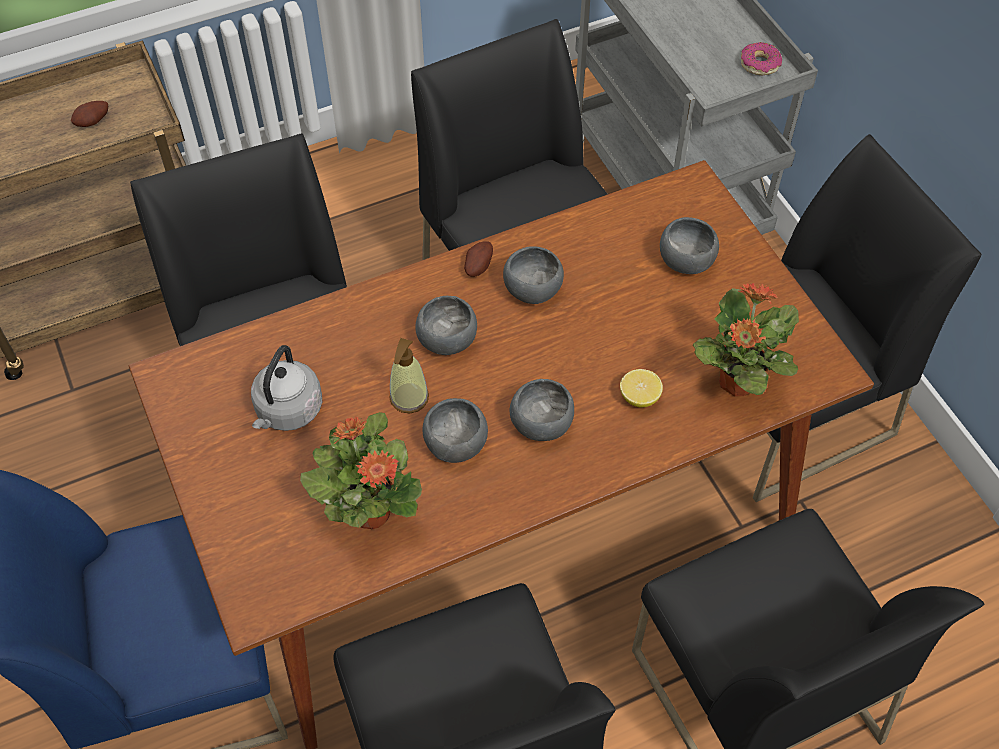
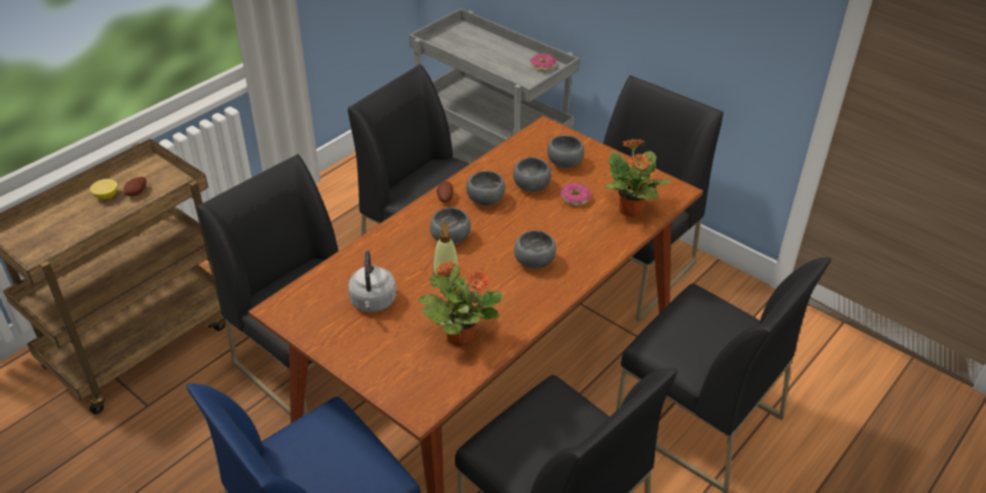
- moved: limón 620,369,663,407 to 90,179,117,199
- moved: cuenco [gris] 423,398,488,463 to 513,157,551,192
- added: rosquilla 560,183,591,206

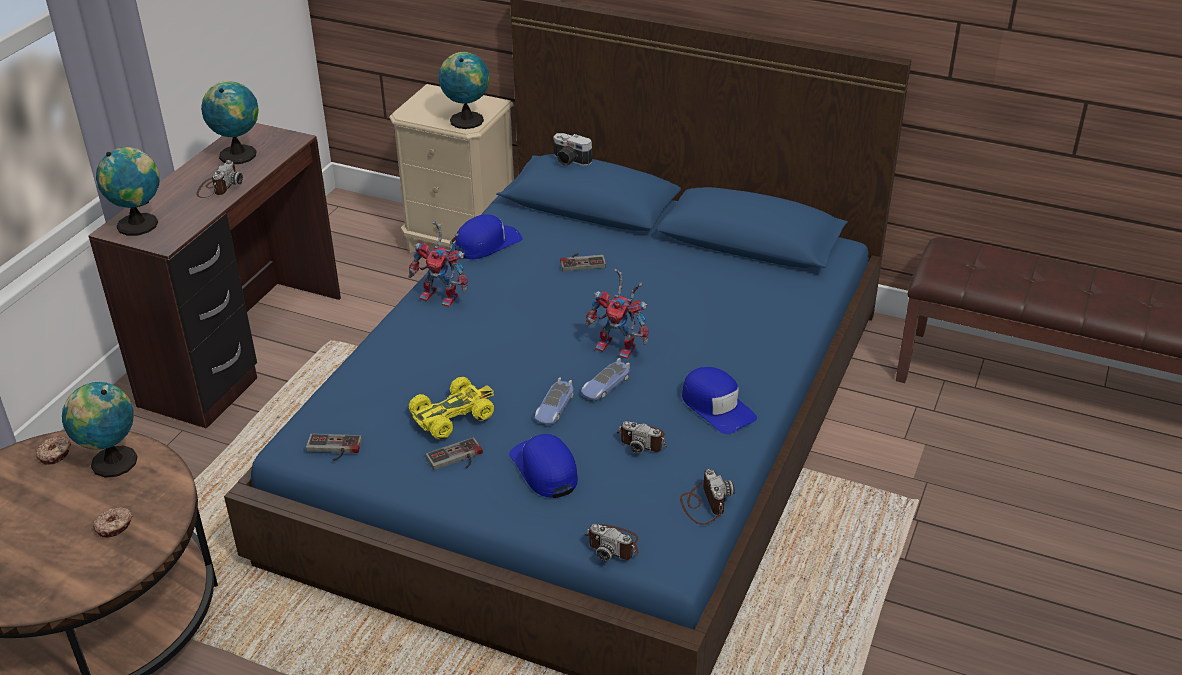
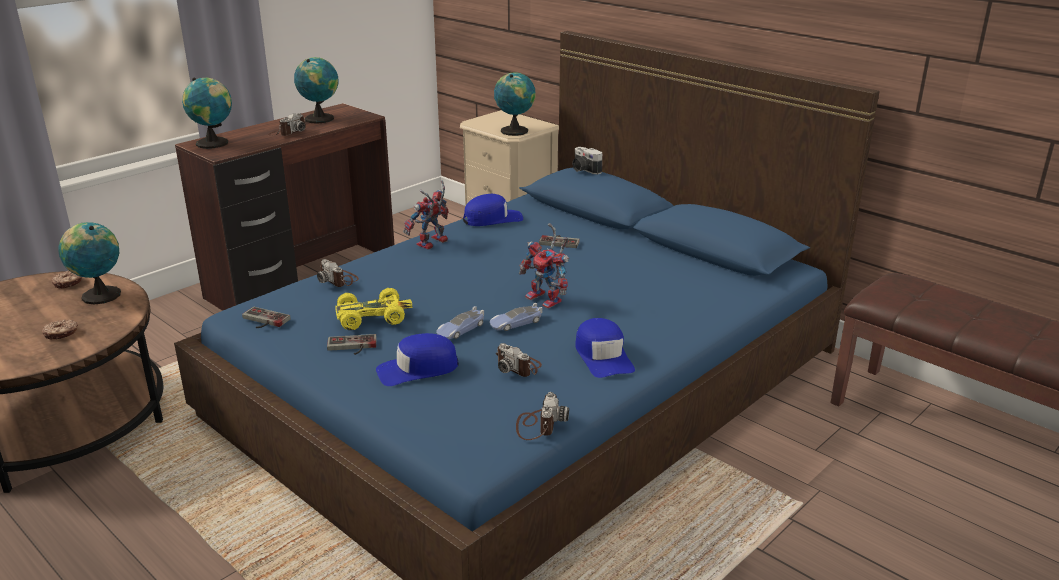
- turned: robot de juguete 409,221,468,307 = 403,180,448,250 90 degrees clockwise
- turned: gorra [azul] 509,434,578,498 = 376,333,459,386 105 degrees counterclockwise
- moved: cámara 585,524,639,561 to 317,259,359,287

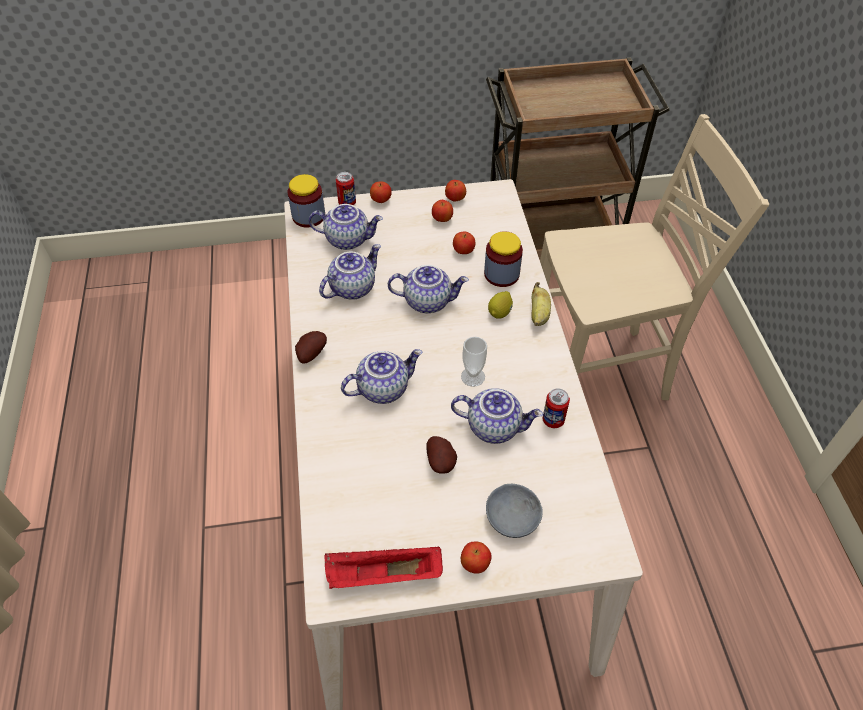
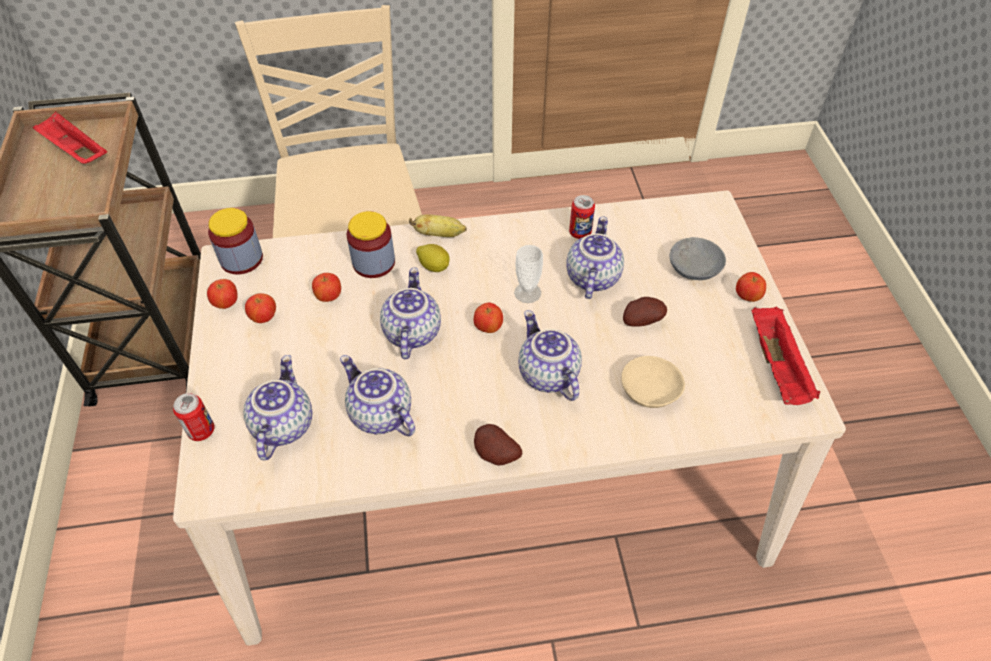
- moved: tarro 288,174,325,228 to 208,208,263,275
- moved: manzana 370,182,392,203 to 474,302,503,333
- added: bandeja [rojo] 33,111,107,164
- added: cuenco [beis] 621,356,685,408

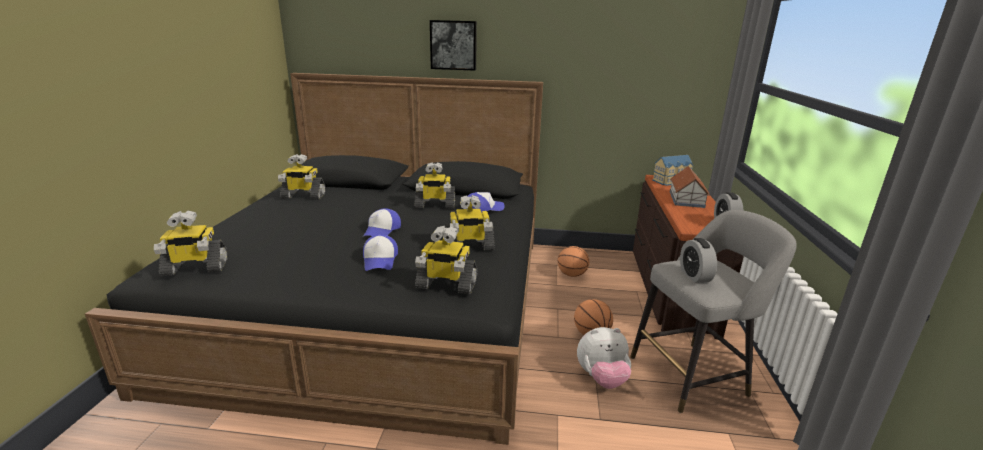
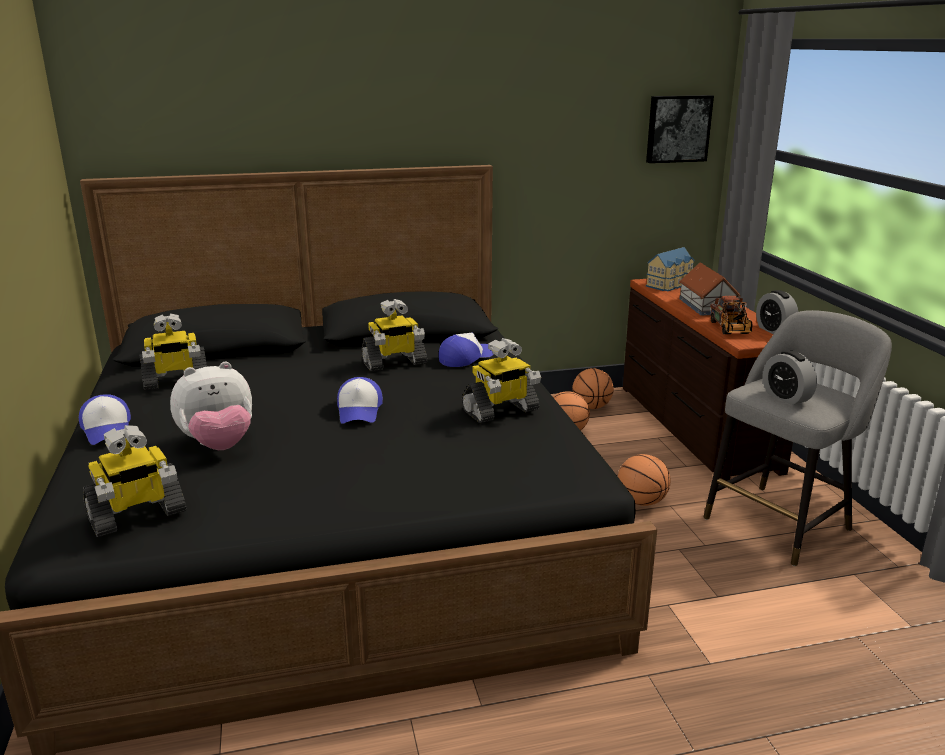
- moved: cuadro 430,20,477,71 to 646,95,714,163
- removed: robot de juguete 415,226,477,294
- moved: gorra 363,234,398,271 to 79,394,131,445
- moved: peluche 577,327,631,389 to 170,362,252,450
- added: camión de juguete 710,296,753,334
- added: balón de baloncesto 572,368,614,409

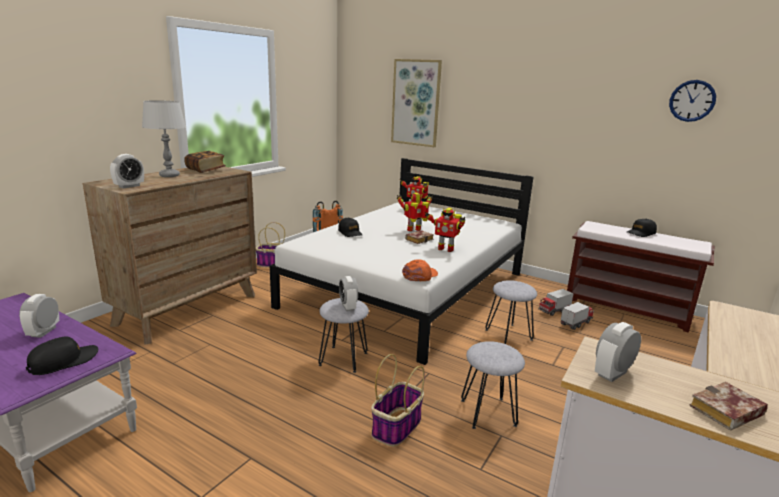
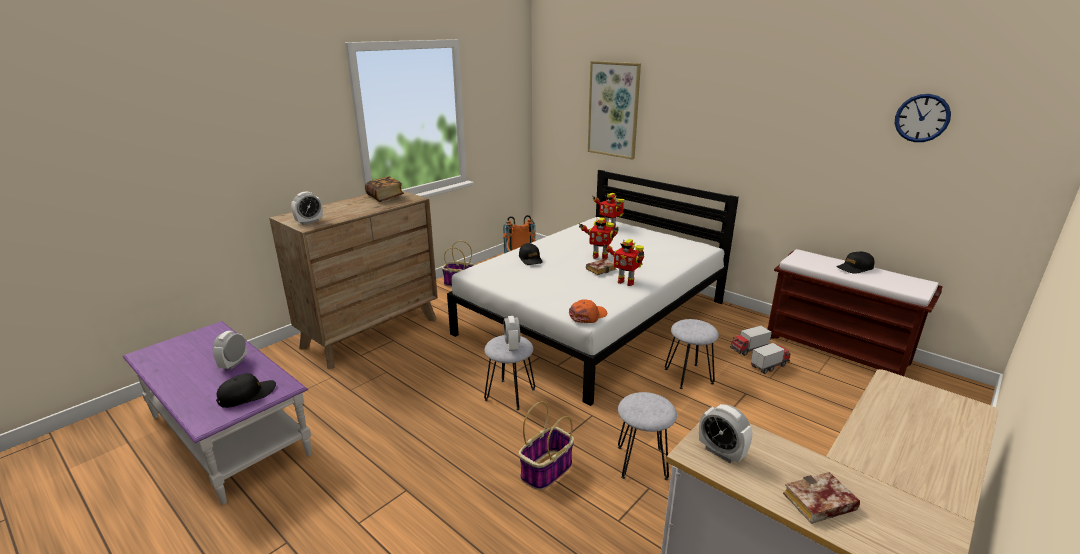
- removed: lámpara de mesa [gris] 142,100,186,177
- turned: robot de juguete 397,193,433,231 = 579,217,619,259 150 degrees counterclockwise
- turned: despertador 595,322,641,382 = 699,404,752,463 105 degrees counterclockwise

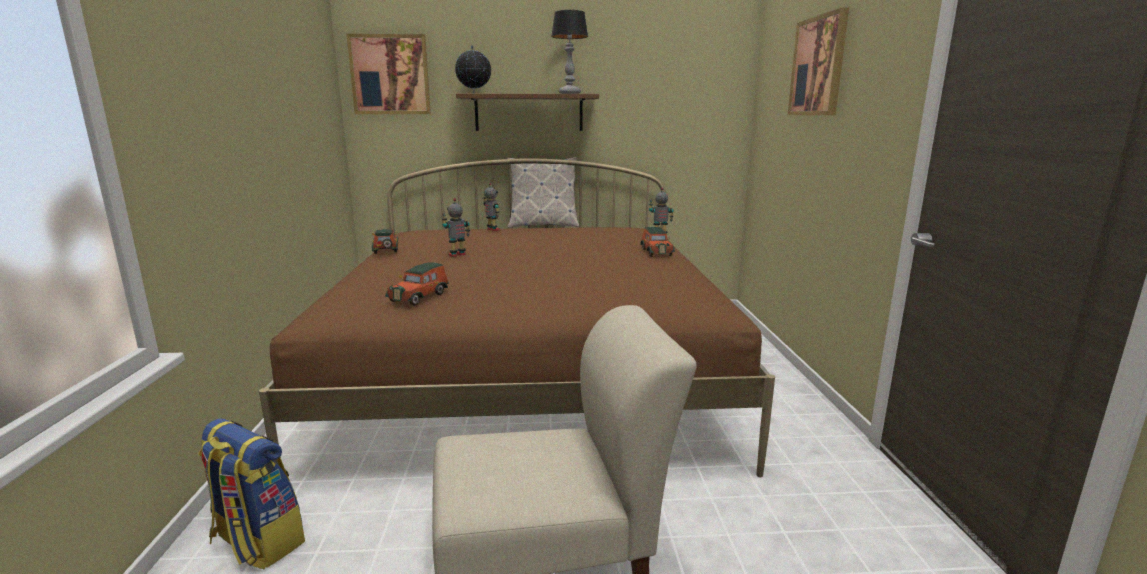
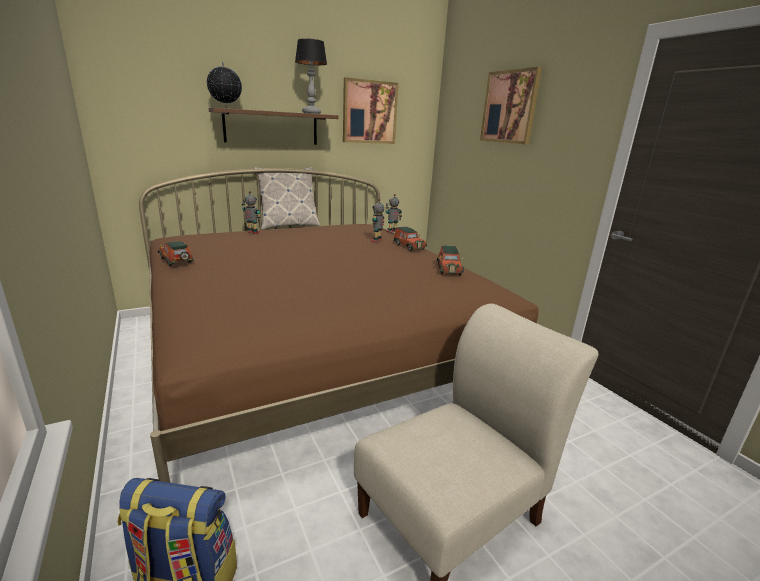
- moved: cuadro 346,34,431,114 to 343,77,399,144
- moved: robot de juguete 442,198,470,257 to 371,199,384,242
- moved: coche de juguete 385,262,449,306 to 437,246,464,276

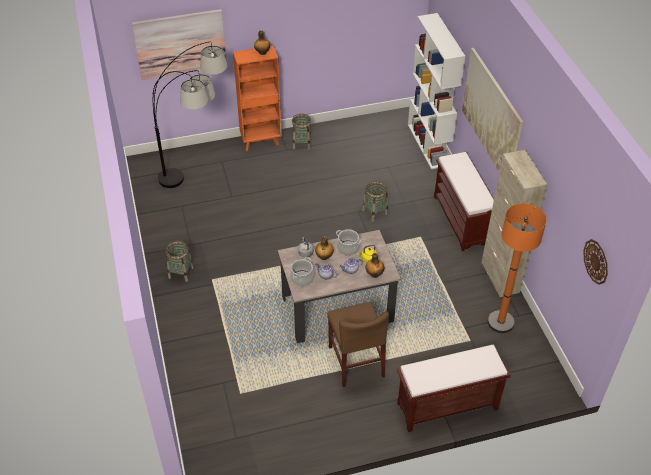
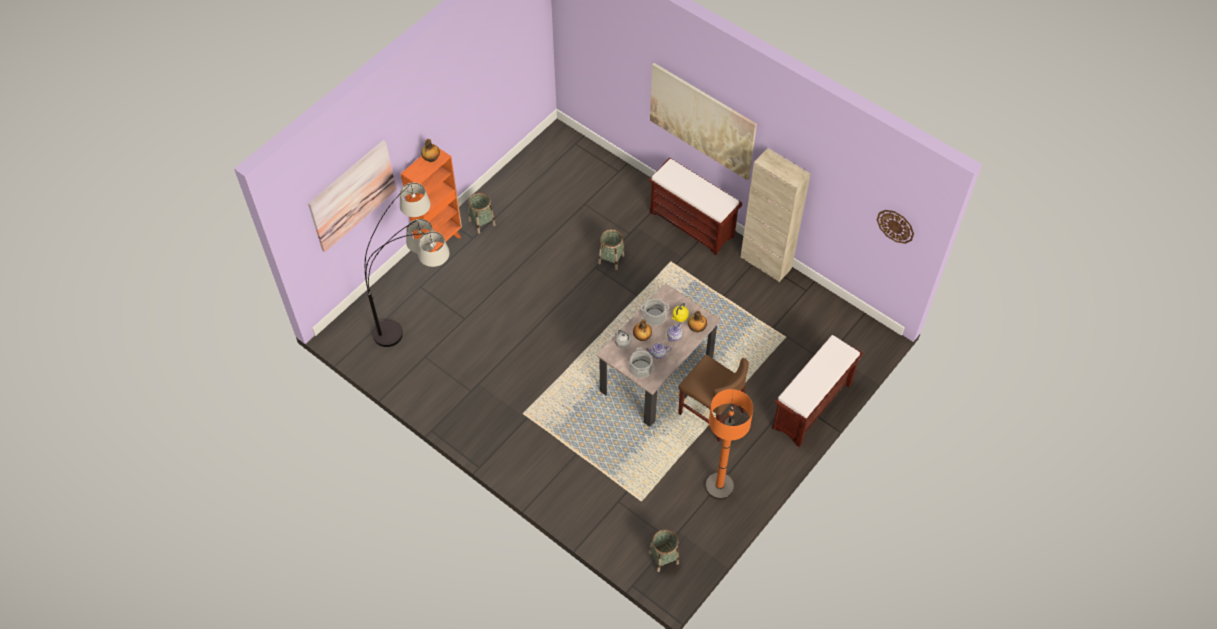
- removed: estantería [blanco] 408,13,465,169
- moved: lámpara de pie [naranja] 488,203,547,333 to 705,389,753,500
- moved: cesta 166,241,194,282 to 649,529,679,572

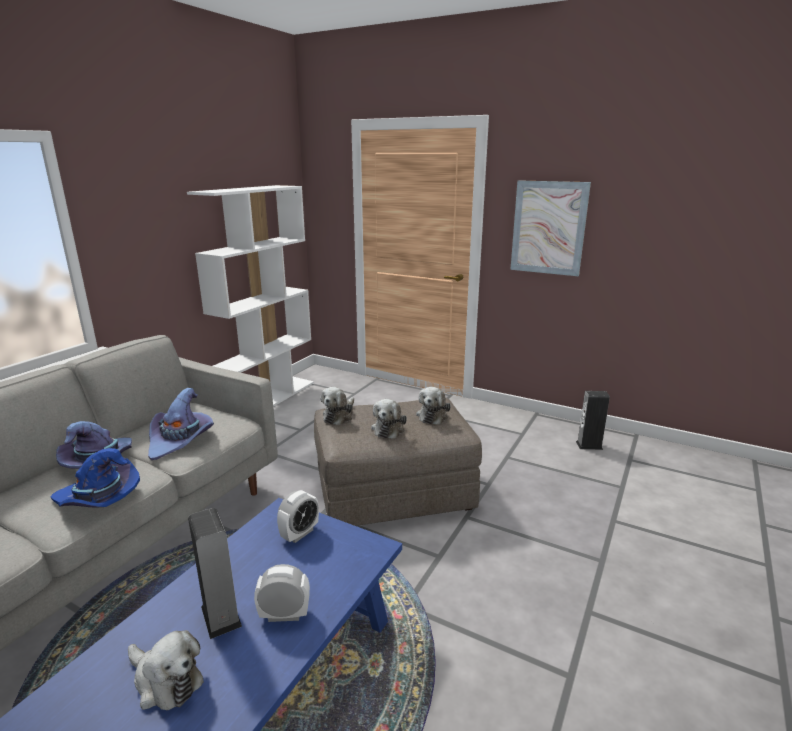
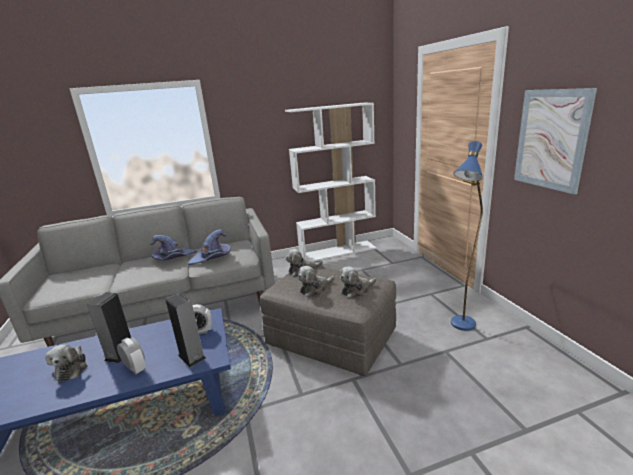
- moved: altavoz 576,391,610,450 to 166,293,206,367
- removed: sombrero [azul] 51,448,140,508
- added: lámpara de pie [azul] 451,141,483,331

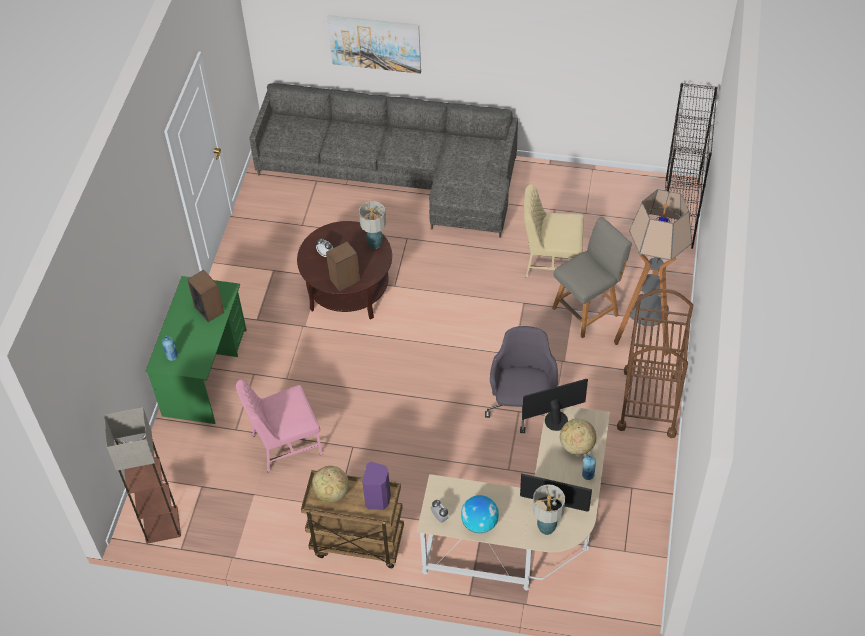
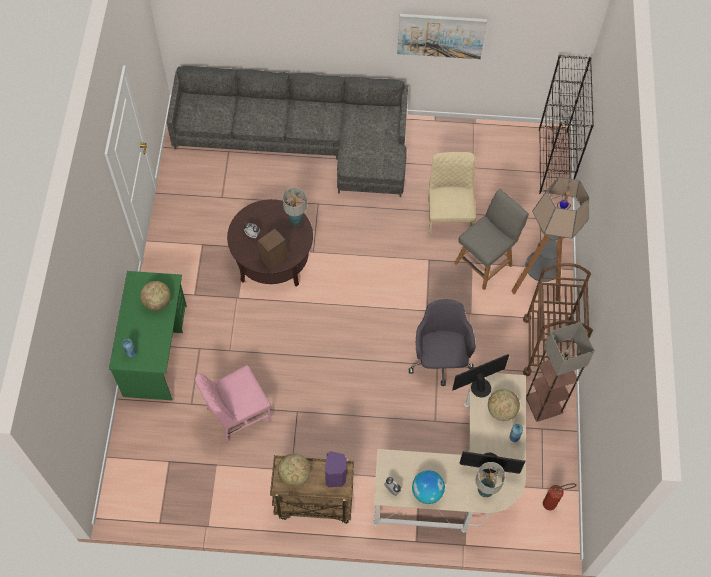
- moved: cuadro 327,15,421,74 to 397,14,487,59
- turned: silla [beis] 524,184,584,278 = 428,152,476,239 90 degrees clockwise
- replaced: altavoz 187,270,224,322 to globo terráqueo 140,281,171,311
- moved: lámpara de pie 104,407,181,544 to 526,322,595,422
- added: extintor 543,483,576,510

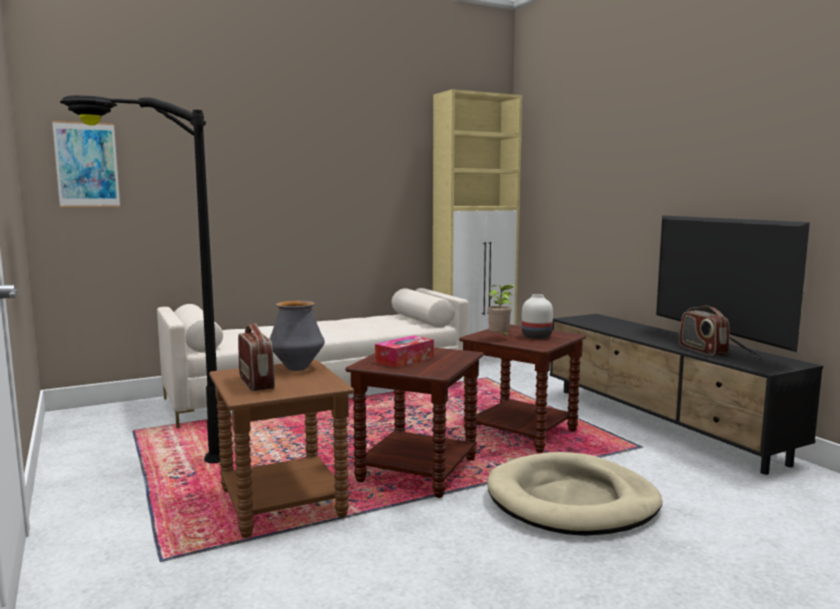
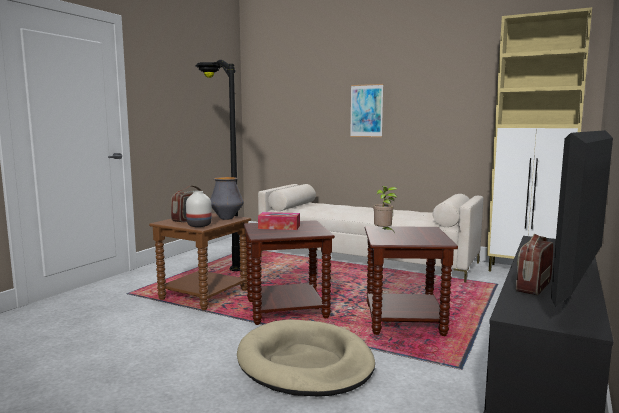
- moved: cuadro 52,121,120,207 to 350,84,383,137
- moved: florero [blanco] 522,294,553,339 to 186,191,212,227

